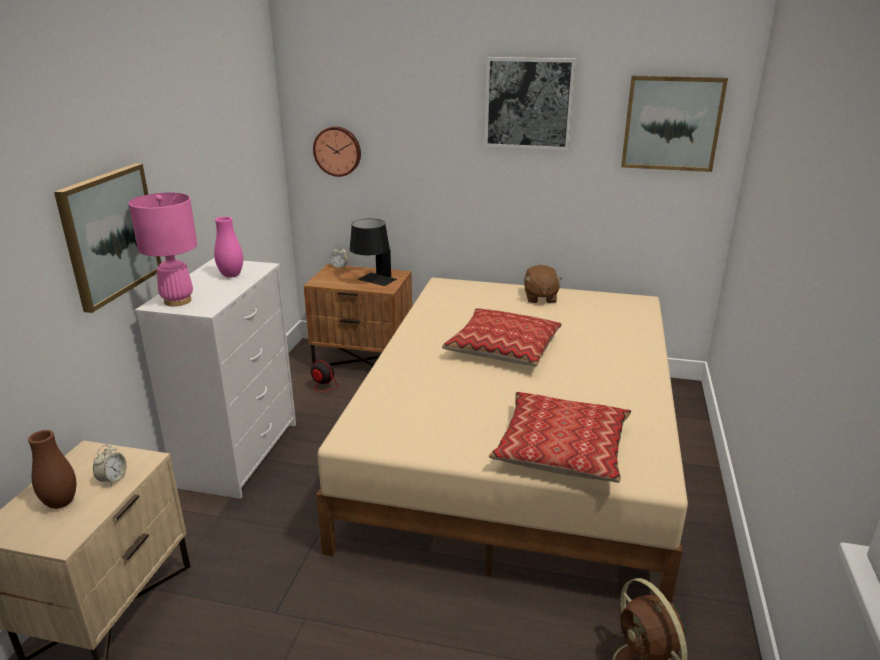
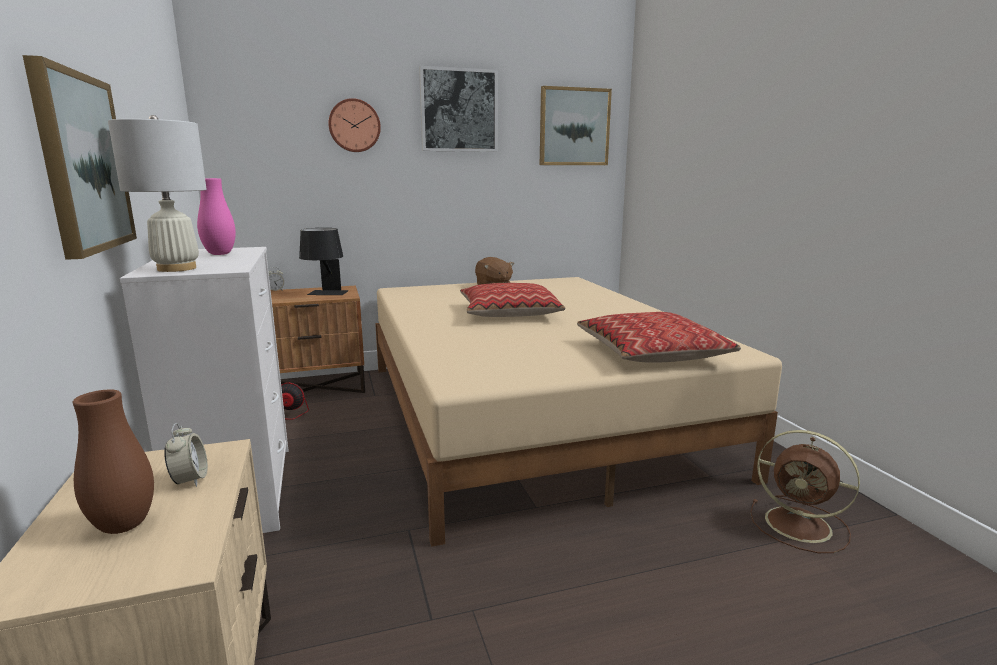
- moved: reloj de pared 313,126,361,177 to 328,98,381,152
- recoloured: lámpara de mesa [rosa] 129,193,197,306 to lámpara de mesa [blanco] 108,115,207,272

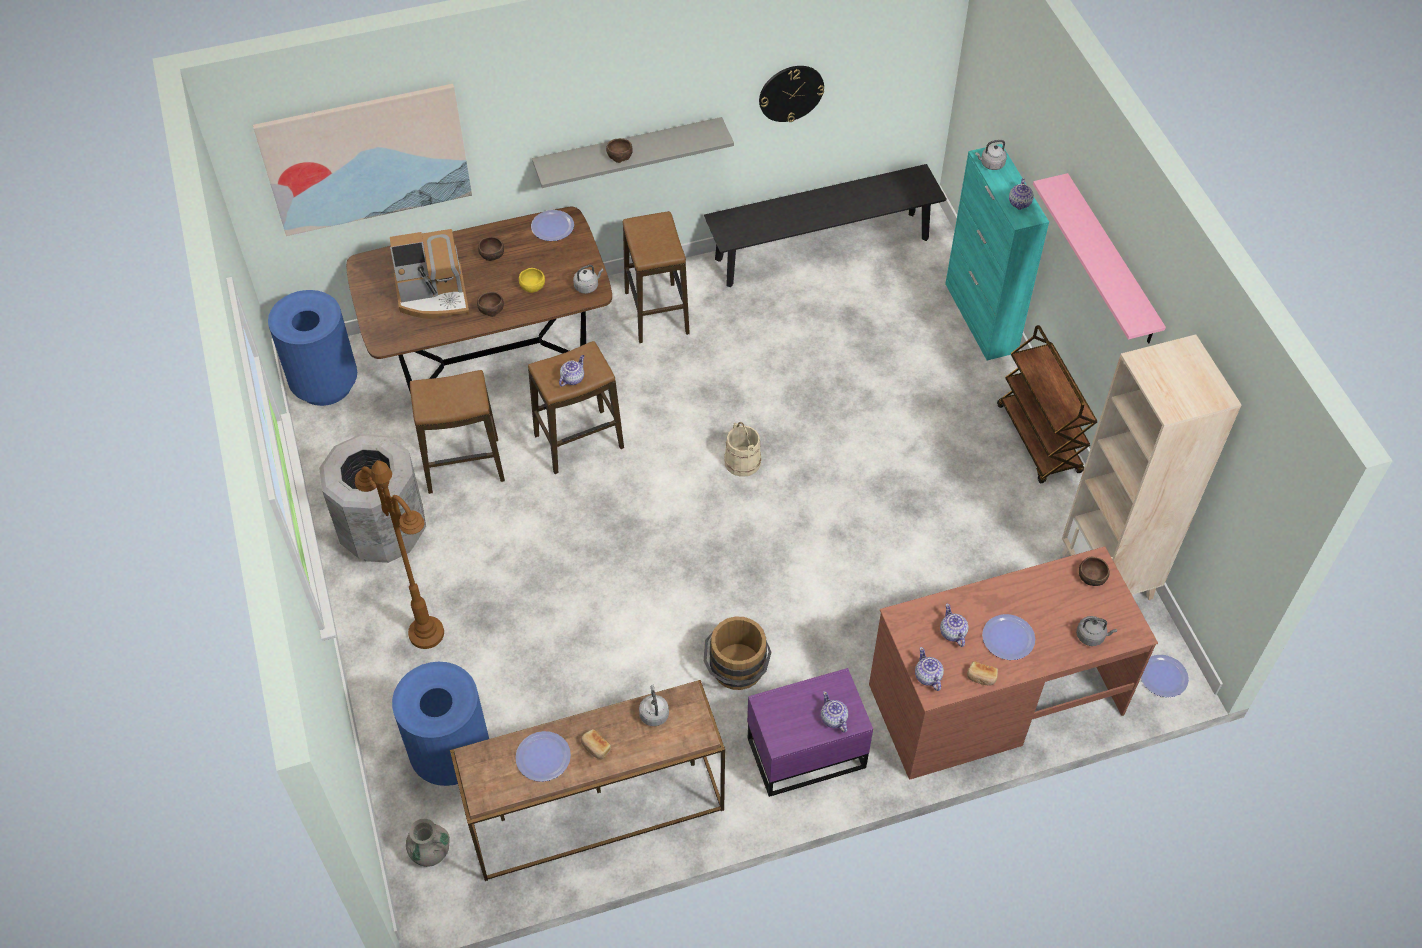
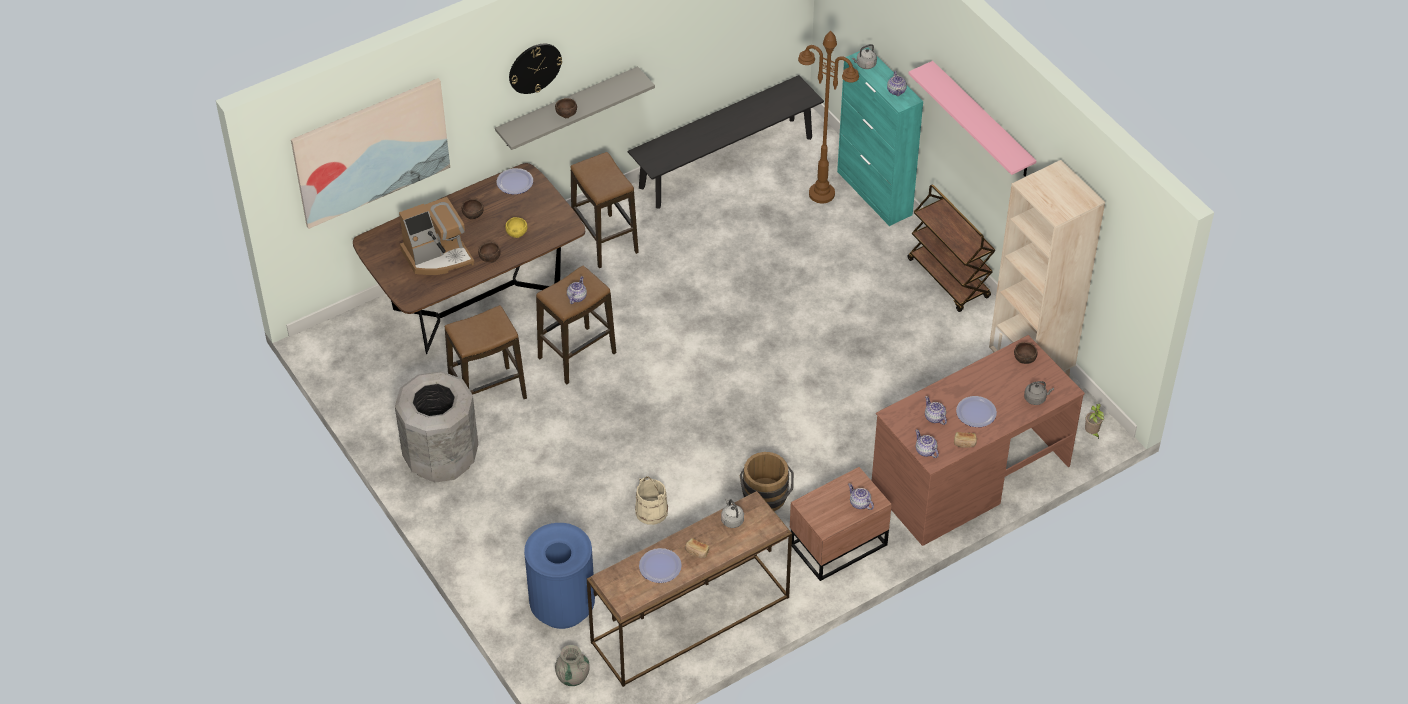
- moved: reloj de pared 759,66,824,122 to 509,44,562,94
- removed: hervidor [gris] 573,265,604,294
- removed: papelera [azul] 268,290,357,406
- moved: cubo [beis] 724,422,761,477 to 635,476,668,525
- moved: lámpara de pie [marrón] 355,460,444,649 to 798,31,859,204
- replaced: plato 1141,655,1189,697 to planta en maceta 1085,404,1104,439
- recoloured: mesita de noche [morado] 747,668,873,797 to mesita de noche [marrón] 790,467,892,581

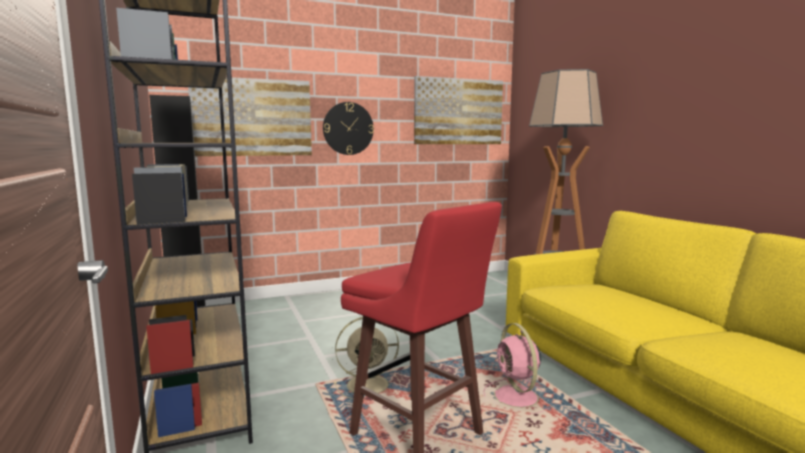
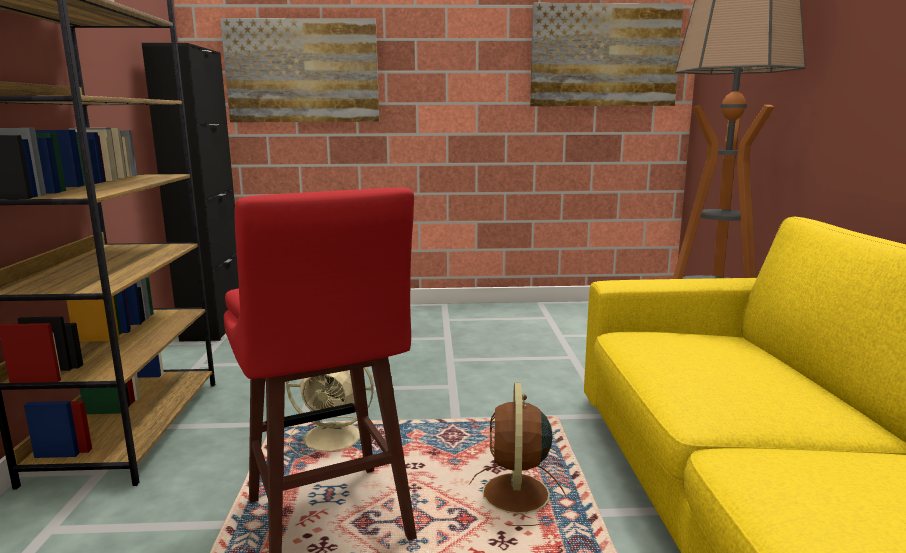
- removed: reloj de pared 323,102,374,155
- recoloured: ventilador [rosa] 483,323,549,414 to ventilador [marrón] 469,383,566,526

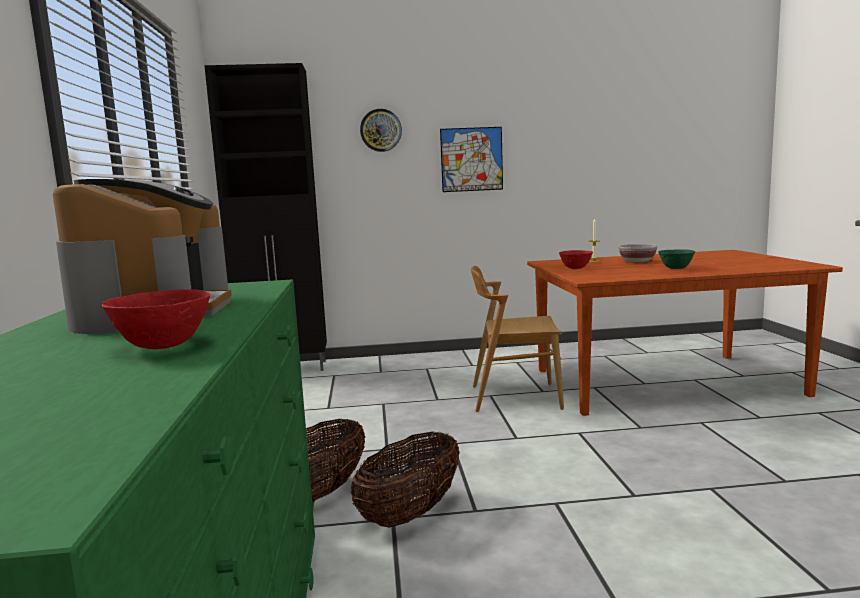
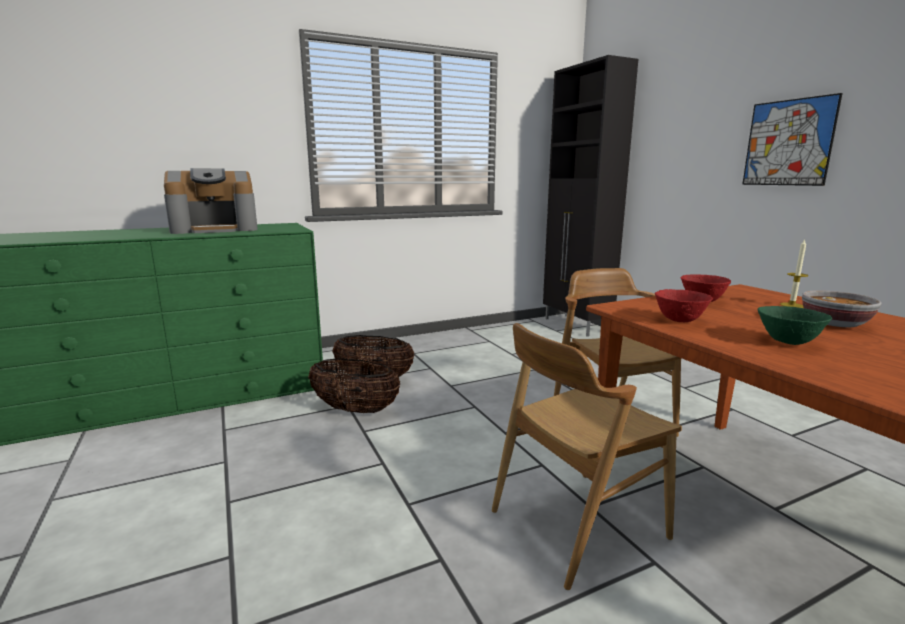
- removed: reloj de pared 360,109,402,152
- moved: cuenco [rojo] 102,289,210,349 to 655,289,713,322
- added: silla [marrón] 492,323,682,590

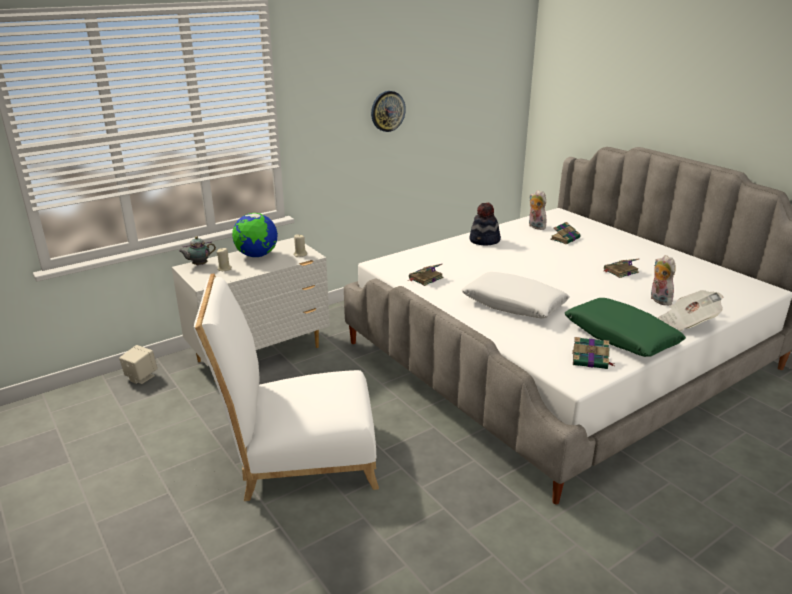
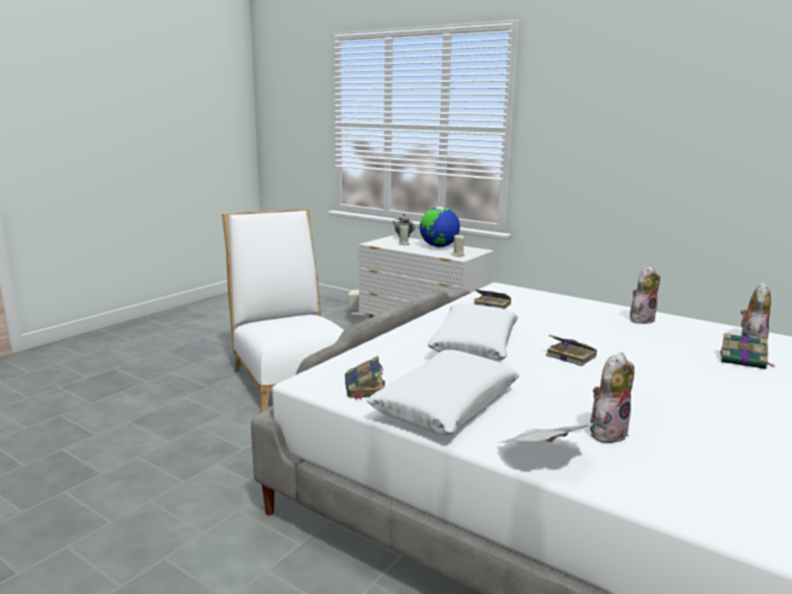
- removed: reloj de pared 371,91,406,132
- replaced: sombrero 469,203,501,246 to peluche 630,266,660,324
- moved: libro 604,258,640,278 to 546,335,597,366
- recoloured: cojín [verde] 565,298,686,357 to cojín [blanco] 367,350,519,435

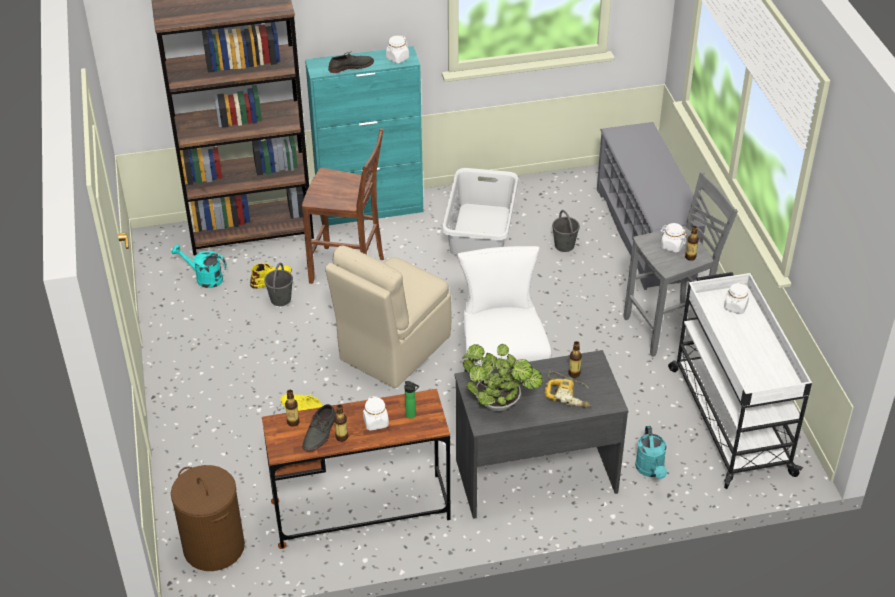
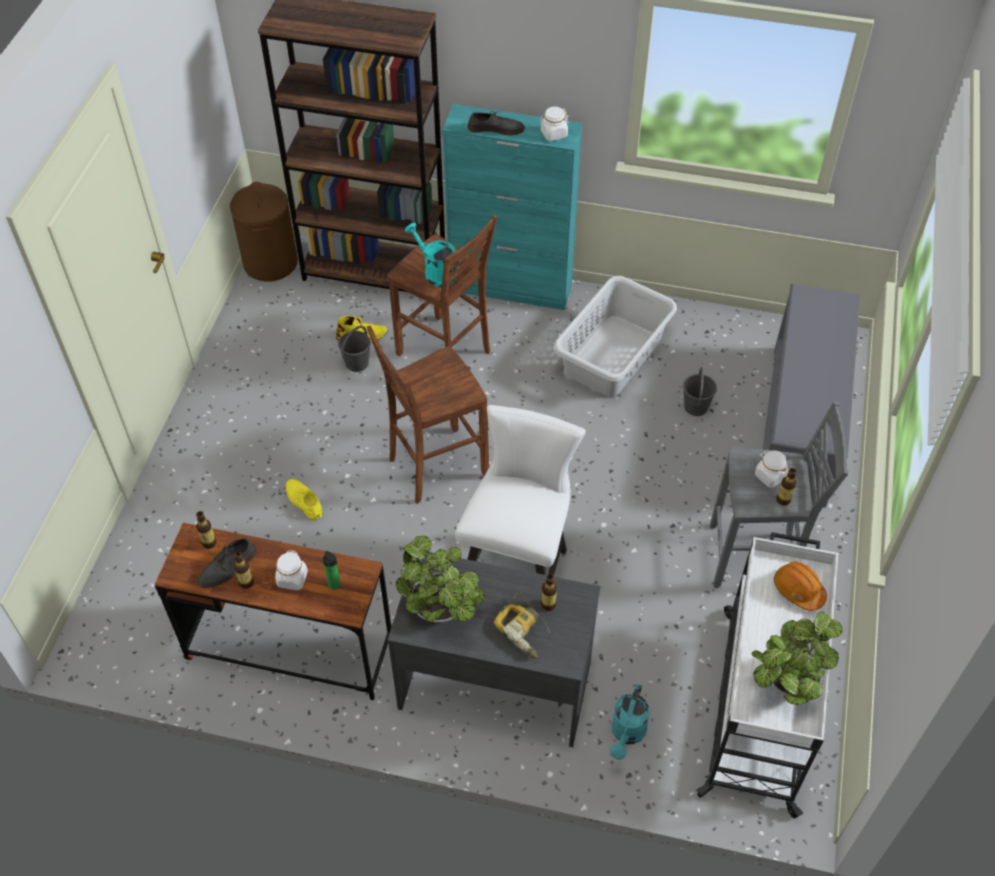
- moved: regadera [turquesa] 172,244,227,288 to 405,222,460,287
- replaced: silla [beis] 325,246,451,388 to taburete [marrón] 367,326,489,504
- replaced: tarro [blanco] 724,282,749,314 to casco [naranja] 774,562,827,611
- moved: cesto de la ropa [marrón] 171,465,245,571 to 230,182,298,282
- added: planta en maceta 751,611,843,705

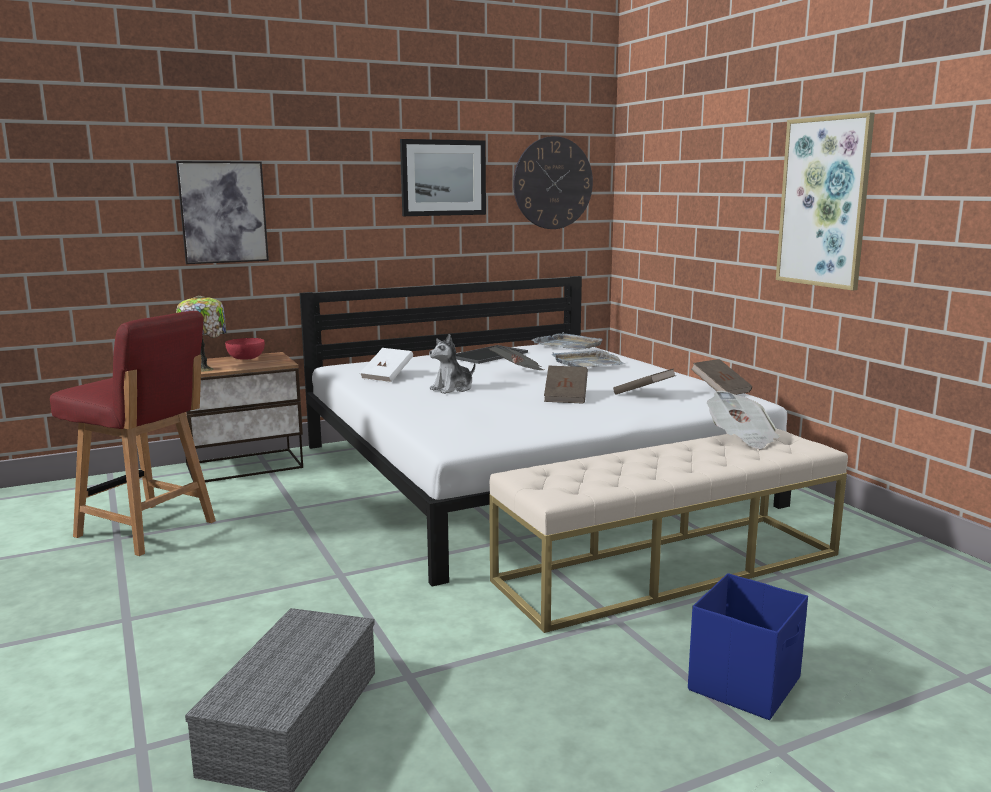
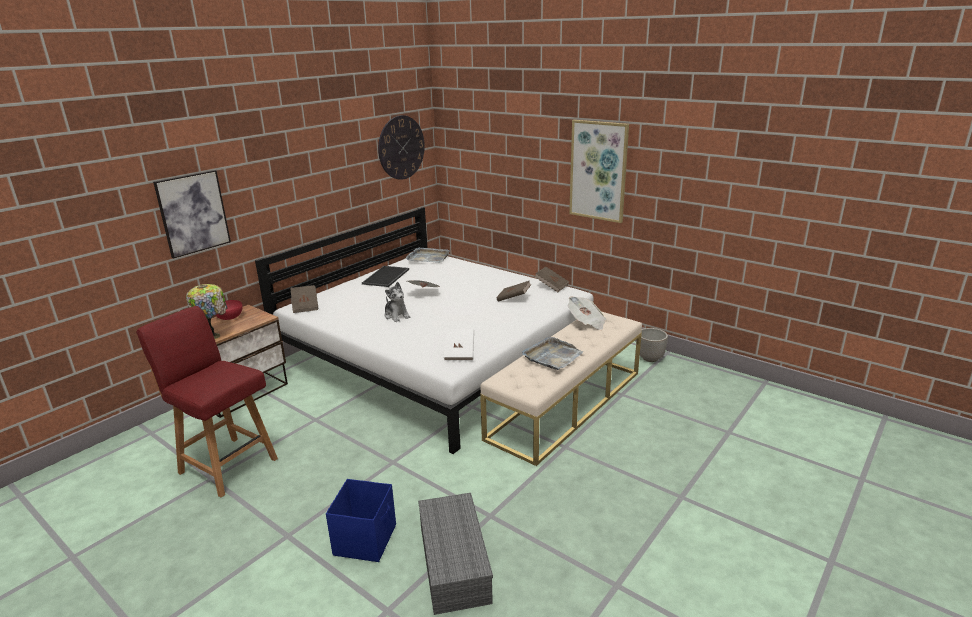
- removed: cuadro 400,139,486,216
- turned: silla [rojo] 50,311,216,556 = 136,306,278,497 150 degrees counterclockwise
- turned: peluche 429,334,476,394 = 384,282,410,322 60 degrees counterclockwise
- moved: libro [blanco] 360,348,413,383 to 444,329,474,361
- moved: bandeja [gris] 552,350,625,367 to 522,337,583,370
- moved: libro [marrón] 544,366,588,404 to 290,285,318,313
- moved: caja de almacenaje [azul] 688,573,808,720 to 326,479,396,562
- added: maceta 640,328,668,362

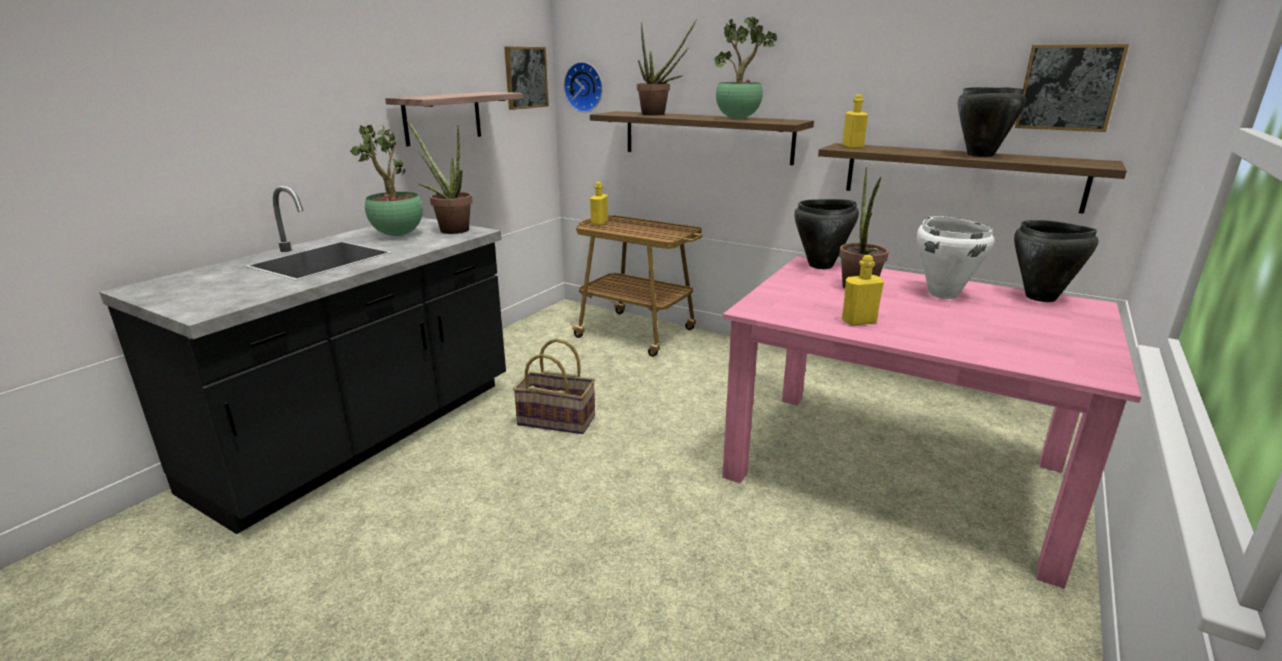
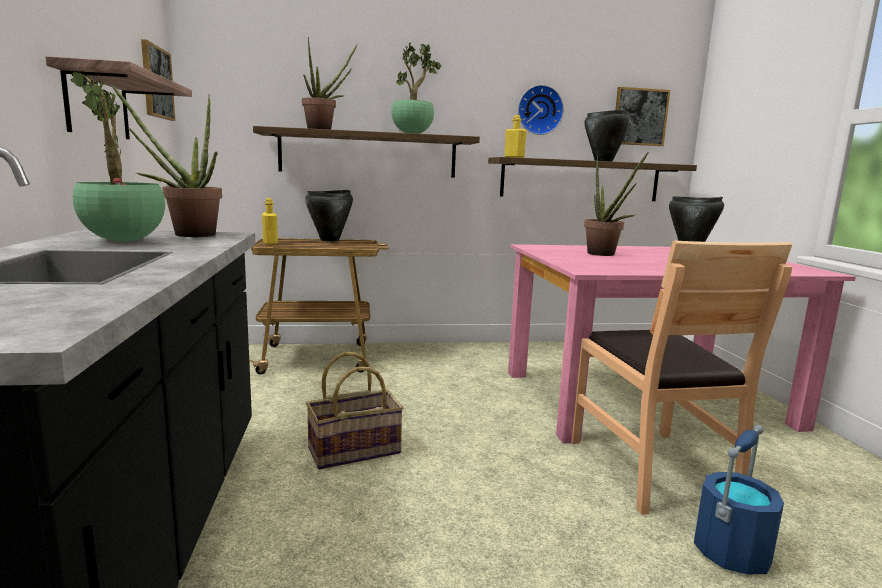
- moved: reloj de pared 564,62,603,113 to 518,85,564,135
- moved: olla [negro] 794,199,859,269 to 305,190,353,242
- removed: olla [blanco] 917,216,994,299
- removed: botella [amarillo] 842,255,884,326
- added: silla [marrón] 572,240,792,515
- added: cubo [azul] 694,425,784,574

